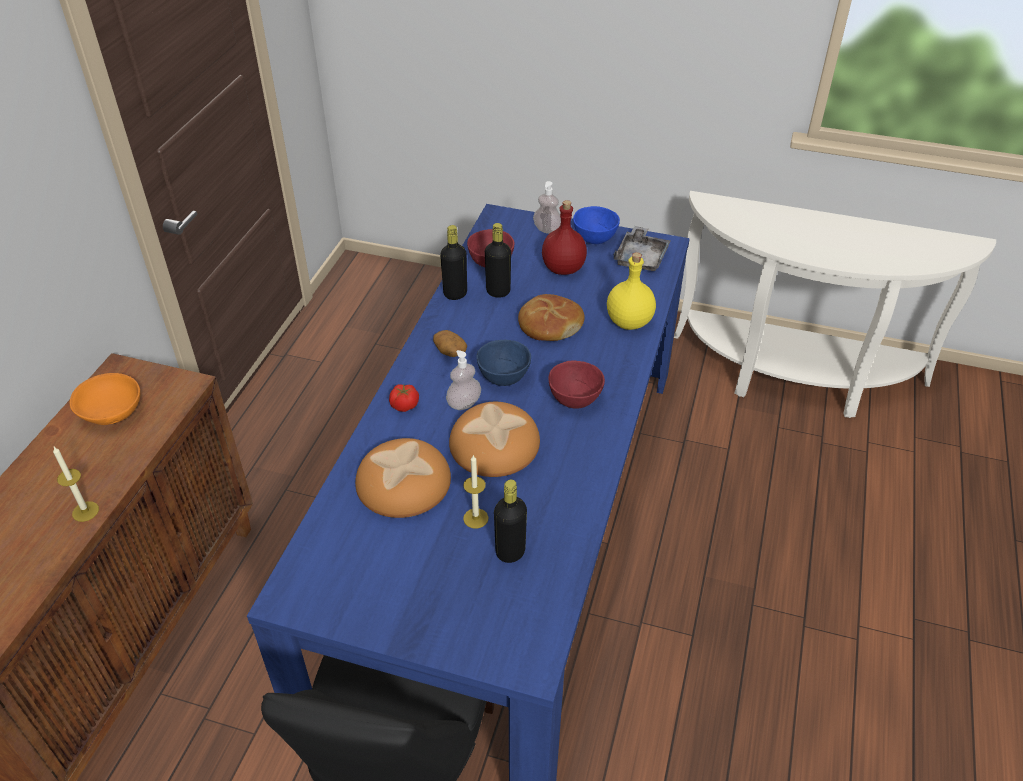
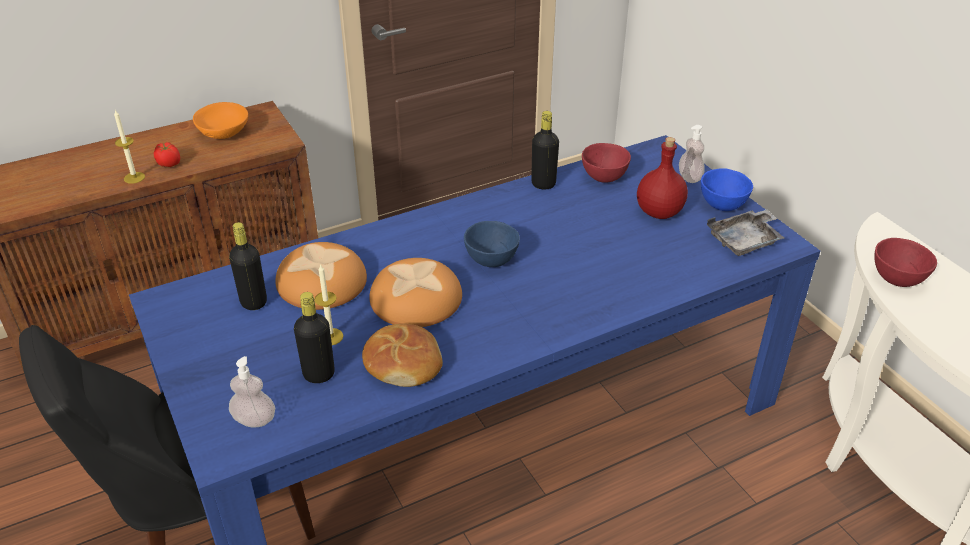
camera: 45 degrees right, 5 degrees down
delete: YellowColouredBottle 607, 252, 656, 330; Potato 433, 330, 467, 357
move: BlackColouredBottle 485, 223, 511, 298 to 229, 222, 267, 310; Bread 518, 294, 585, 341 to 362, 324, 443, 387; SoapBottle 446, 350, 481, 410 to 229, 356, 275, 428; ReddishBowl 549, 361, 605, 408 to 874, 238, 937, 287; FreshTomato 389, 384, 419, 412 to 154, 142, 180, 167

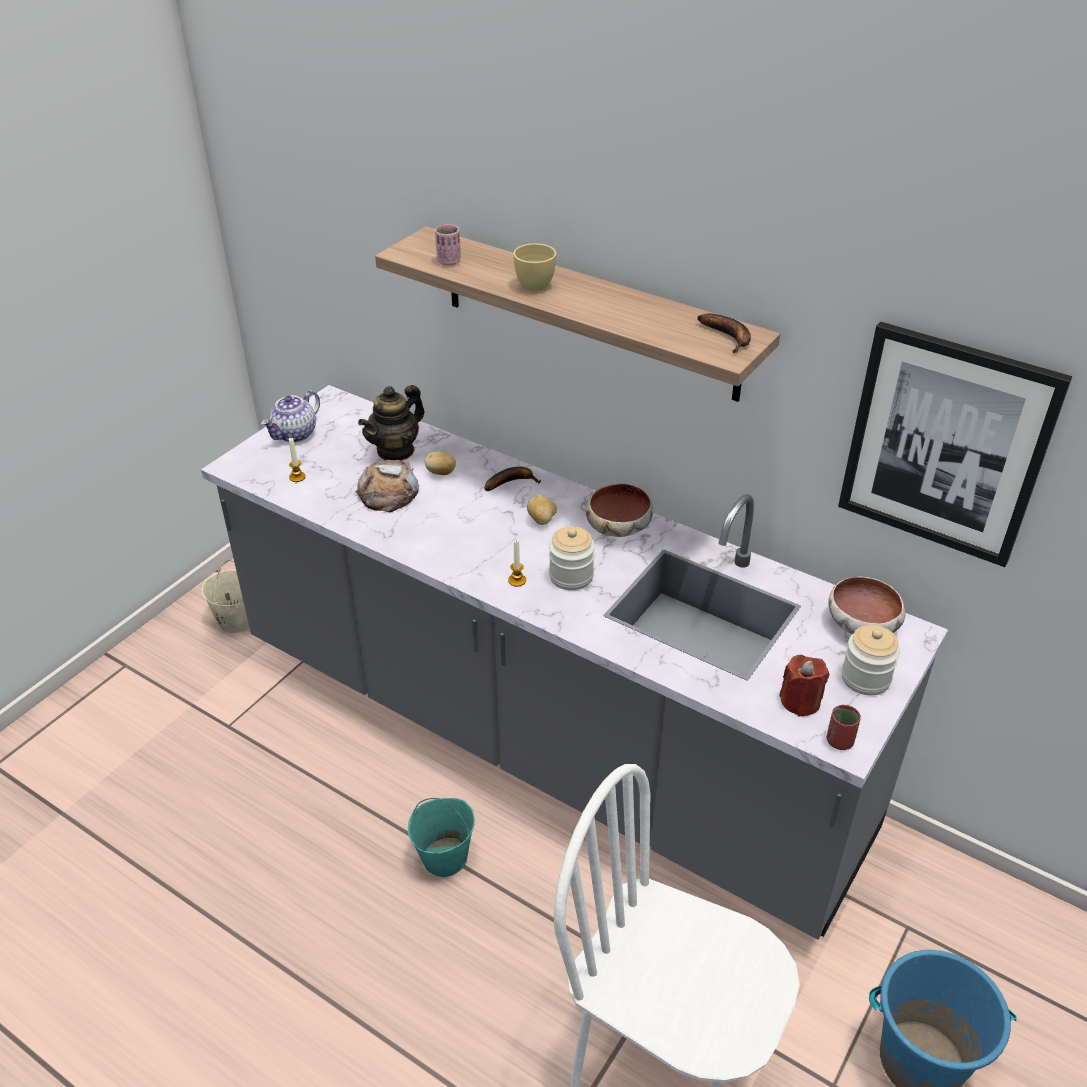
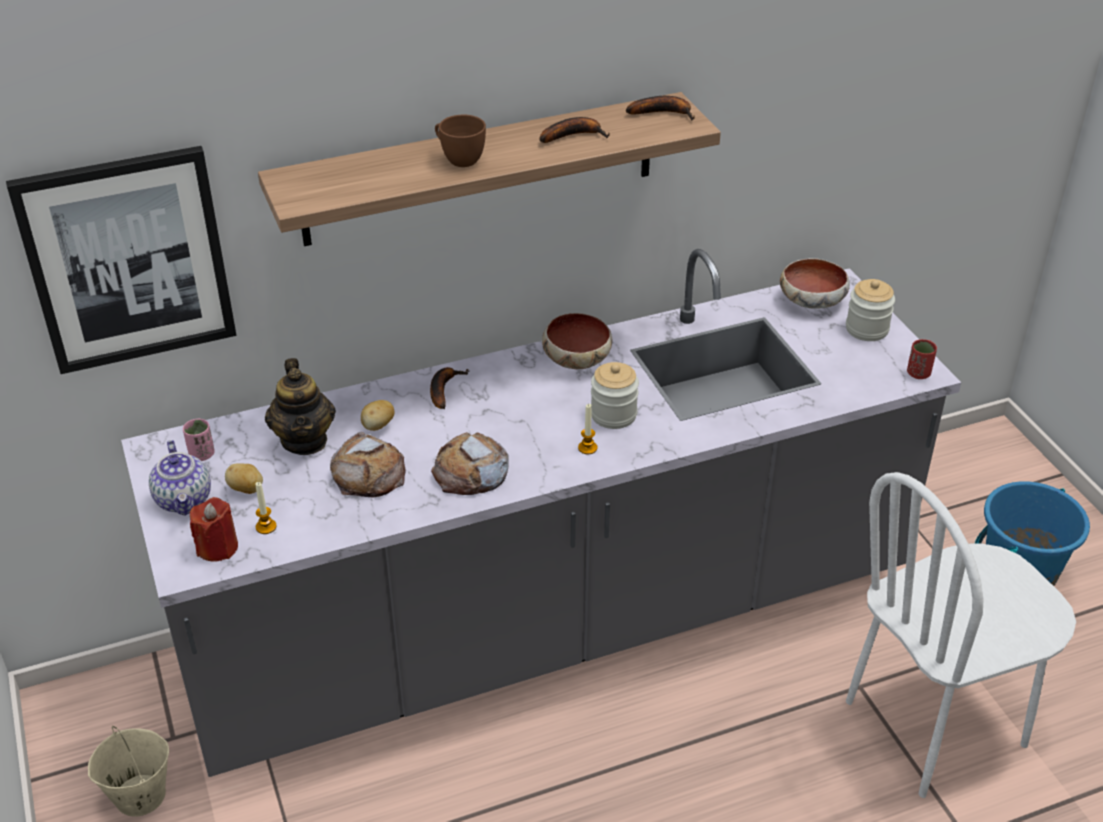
camera: 55 degrees left, 0 degrees up
delete: TurquoiseColouredWaterBucket 408, 798, 475, 877
insert: Banana 540, 117, 610, 143; Bread 431, 432, 509, 495
move: PinkDrinkingCup 435, 224, 461, 266 to 183, 419, 215, 461; WallPicture 838, 322, 1072, 567 to 6, 146, 236, 374; Potato 527, 495, 557, 525 to 225, 463, 263, 494; ReddishWaxLight 779, 655, 829, 717 to 190, 497, 238, 562
recolor: YellowColouredDrinkingCup 513, 243, 556, 291 to BrownishDrinkingCup 435, 115, 486, 167

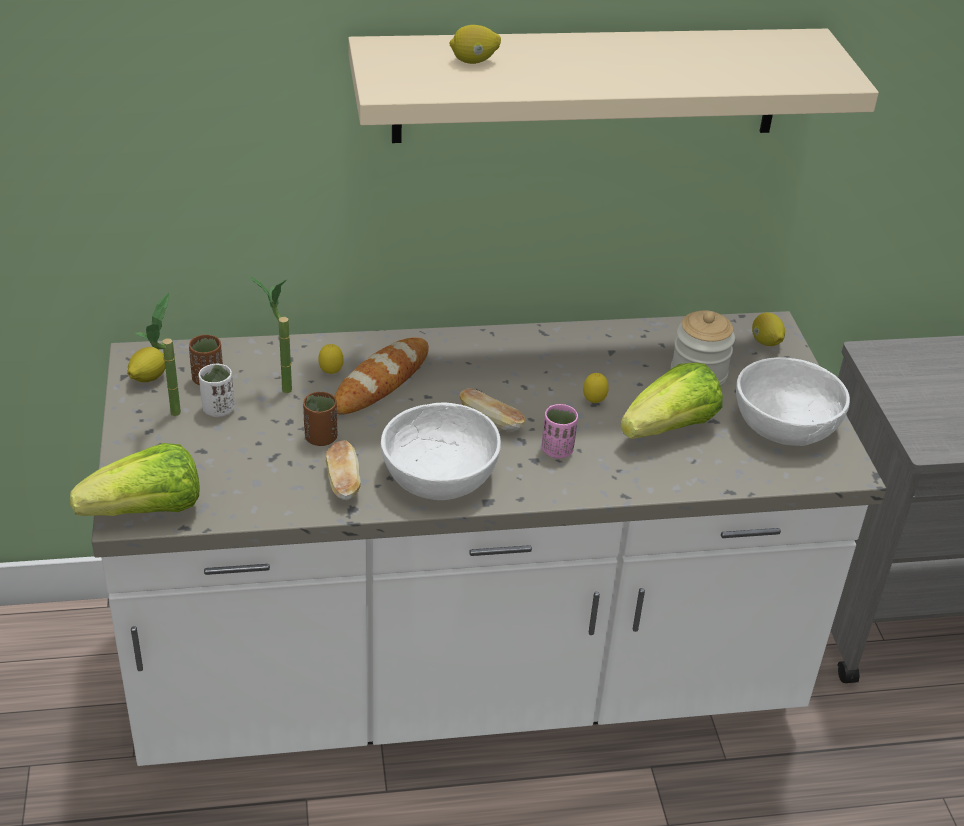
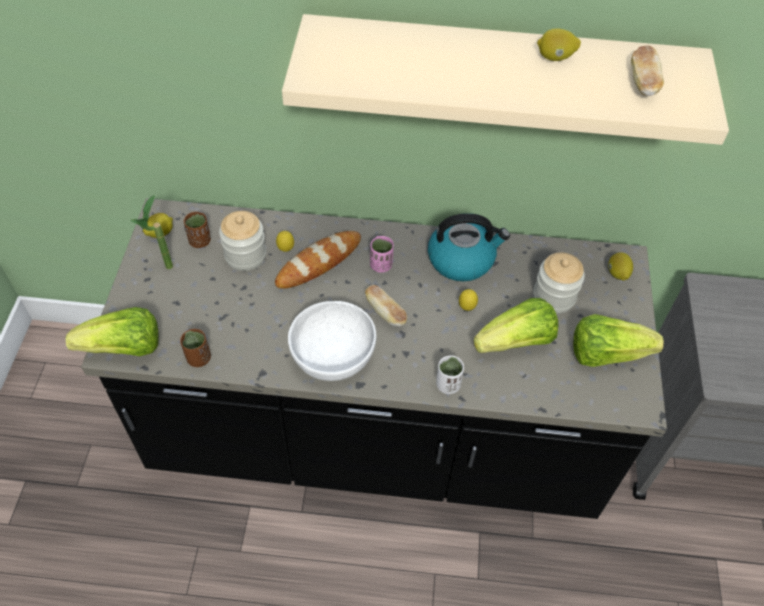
camera: 15 degrees right, 15 degrees up
insert: TeaKettle 428, 213, 510, 281
move: CitrusFruit 449, 25, 501, 64 to 537, 28, 581, 61; WhiteDrinkingCup 199, 364, 235, 417 to 436, 355, 464, 394; BrownishDrinkingCup 303, 392, 337, 446 to 180, 329, 211, 367; PinkDrinkingCup 542, 404, 578, 458 to 370, 236, 394, 272; Bread 326, 440, 361, 500 to 631, 45, 664, 96
replace: PlantInAPot 248, 276, 292, 393 to StorageJar 219, 211, 266, 271; WhiteBowl 736, 357, 850, 446 to LettuceHead 573, 314, 664, 367
recolor: WhiteCounter 92, 311, 886, 766 to BlackColouredCounter 81, 198, 667, 519

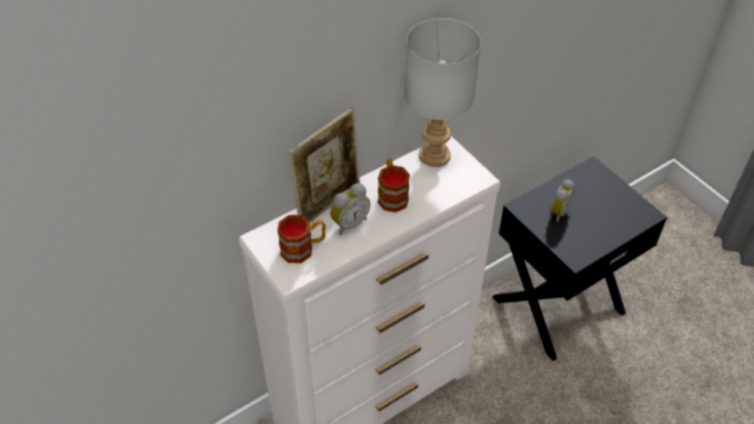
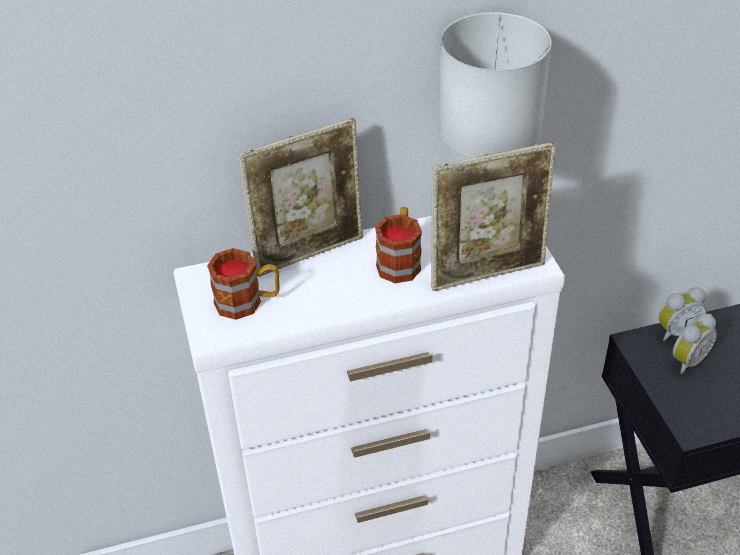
camera: 20 degrees right, 5 degrees down
insert: StandingFrame 431, 142, 556, 291
move: BedsideClock 330, 183, 370, 235 to 658, 287, 707, 341

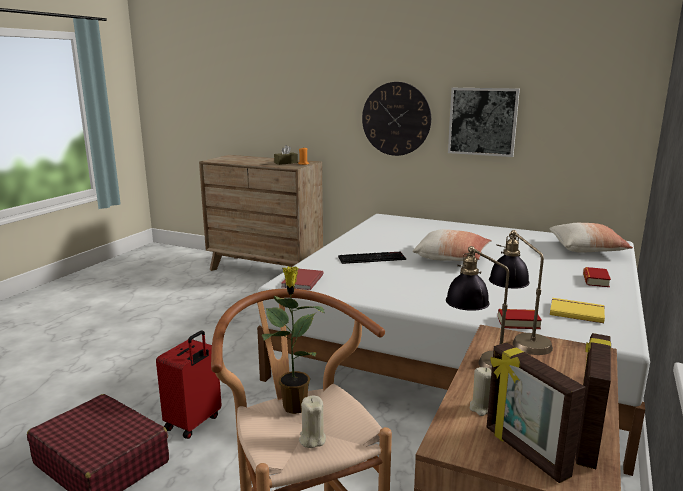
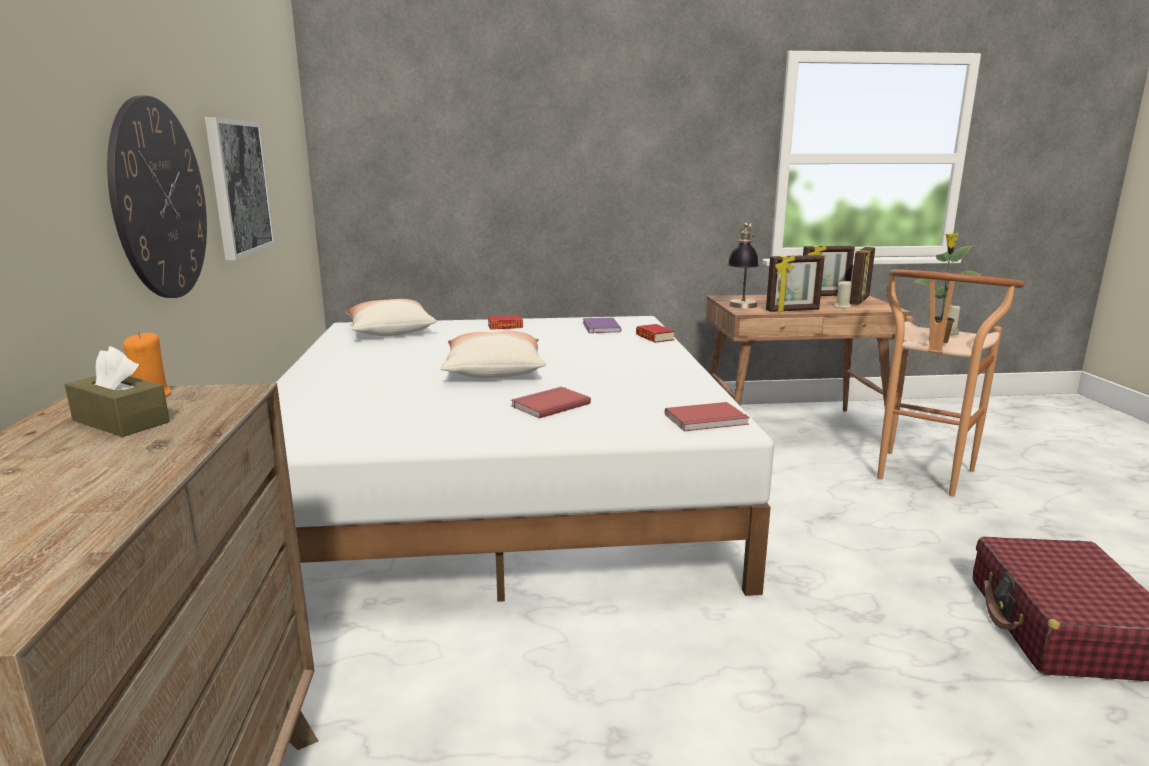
camera: 120 degrees left, 0 degrees up
delete: ReddishTravelCase 156, 330, 222, 439
replace: TableLamp 446, 246, 509, 370 to StandingFrame 766, 255, 825, 312; ComputerKeyboard 338, 252, 406, 264 to ReddishBook 511, 387, 591, 418
recolor: YellowColouredBook 550, 298, 605, 323 to PurpleBook 583, 318, 621, 333

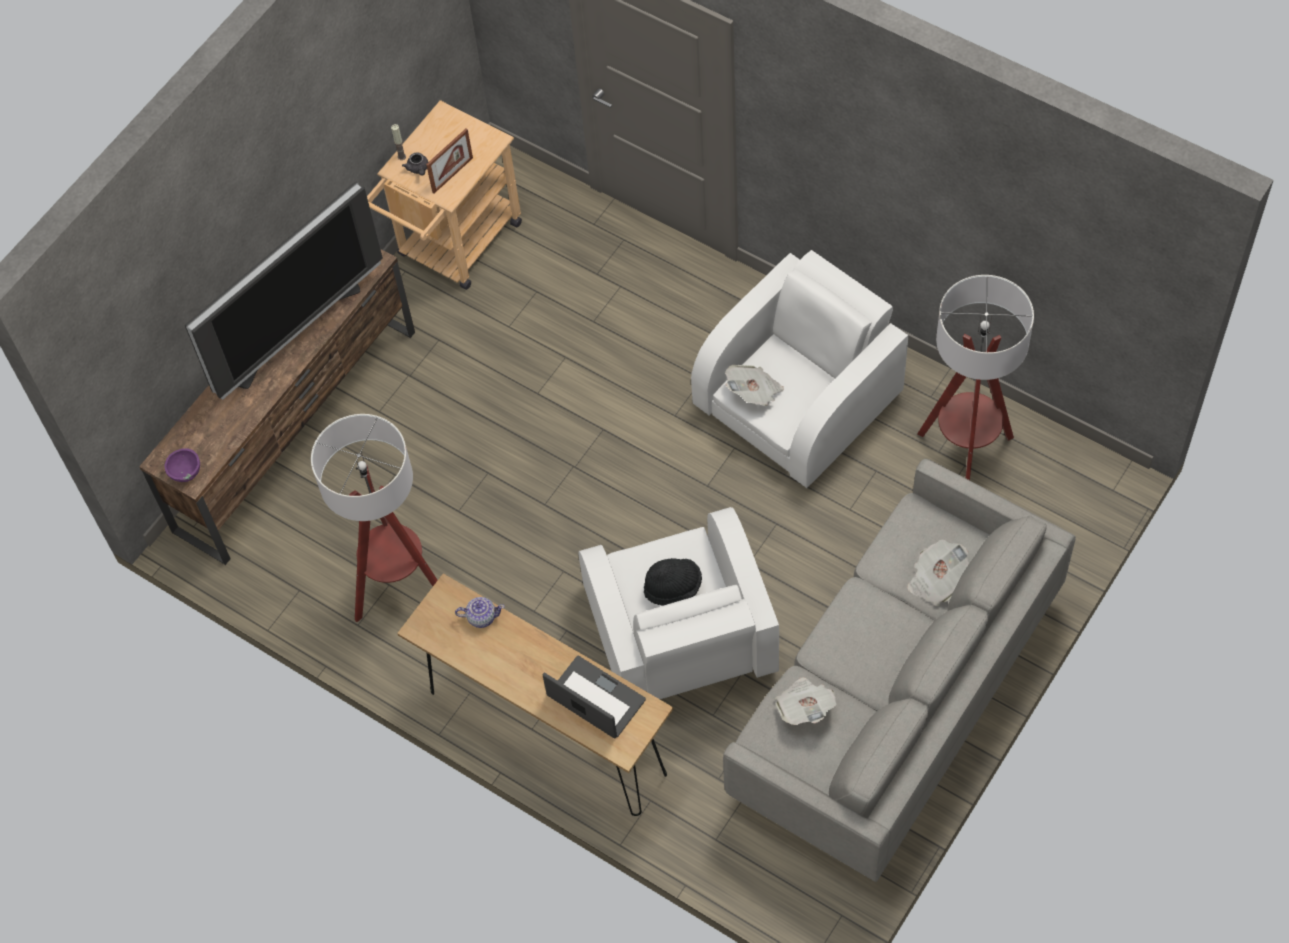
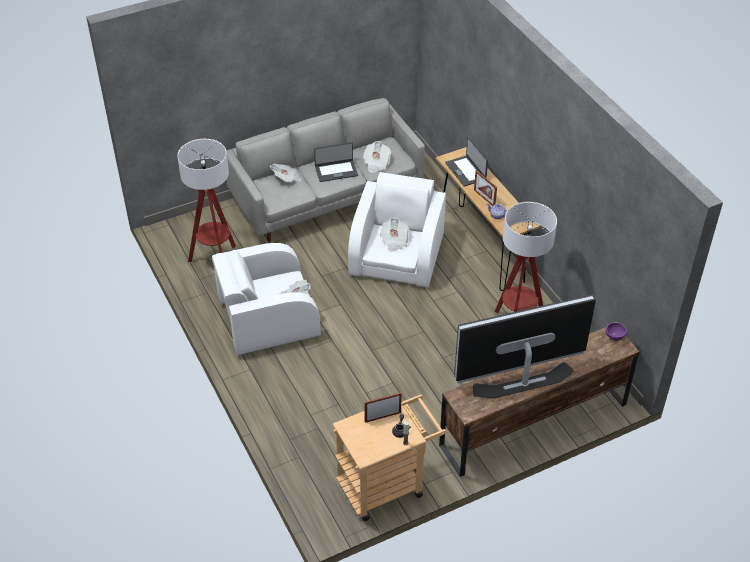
camera: 155 degrees left, 15 degrees down
insert: PortableComputer 314, 142, 358, 182; StandingFrame 474, 170, 497, 206
replace: BlackColouredHat 644, 558, 702, 606 to PrintedPaper 380, 218, 409, 252

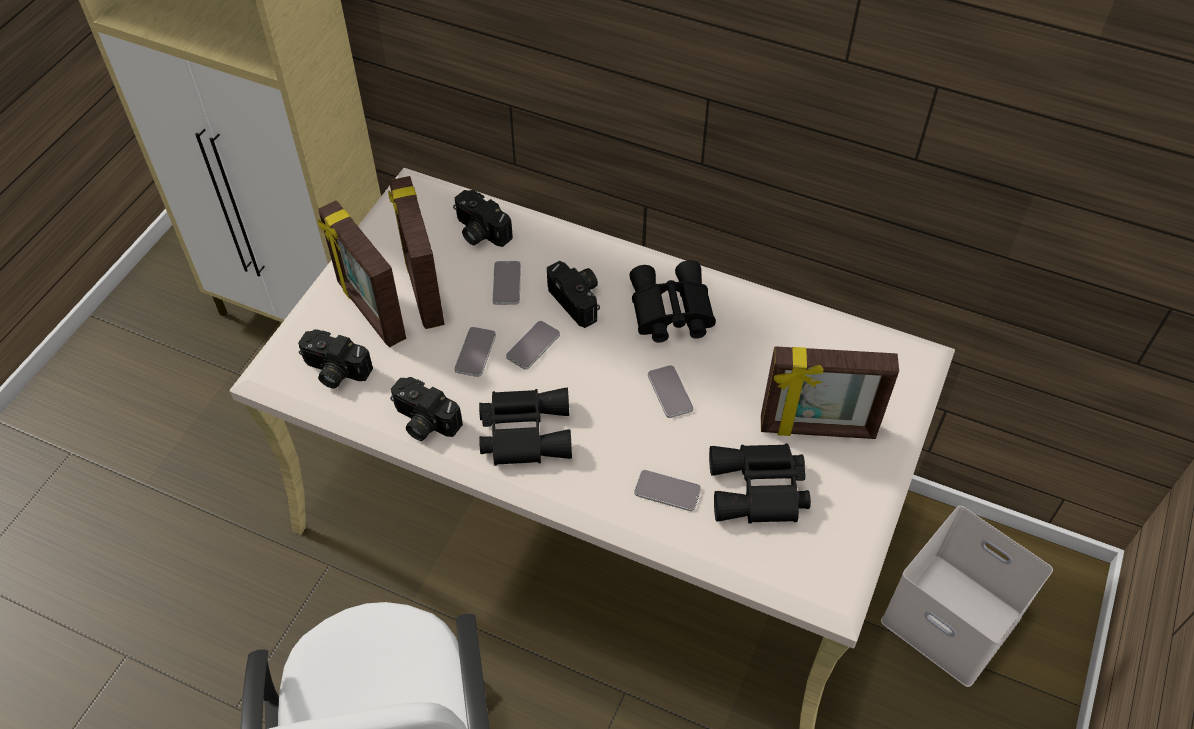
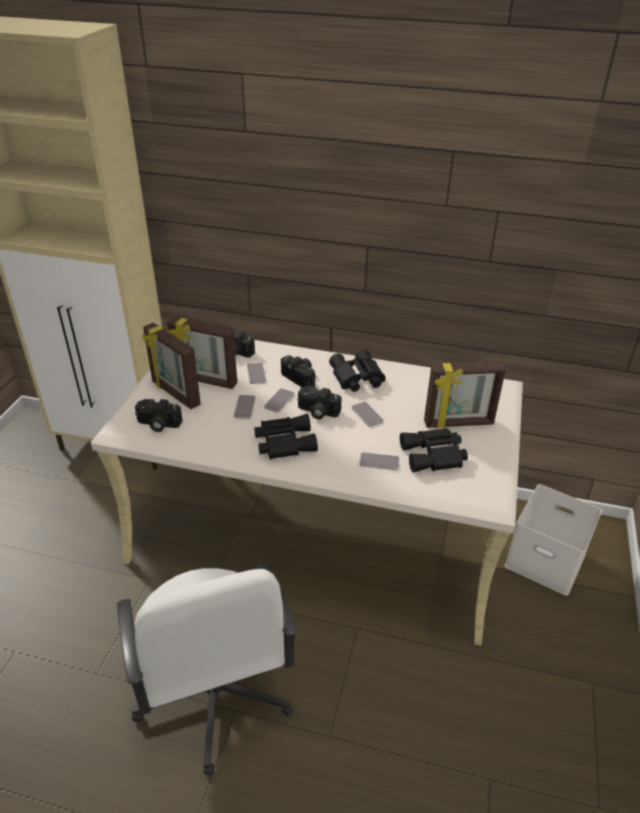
camera: 10 degrees left, 15 degrees down
move: StillCamera 390, 377, 463, 441 to 297, 386, 342, 419
rotate: StandingFrame 388, 176, 444, 329 = 167, 317, 237, 389 45 degrees counterclockwise

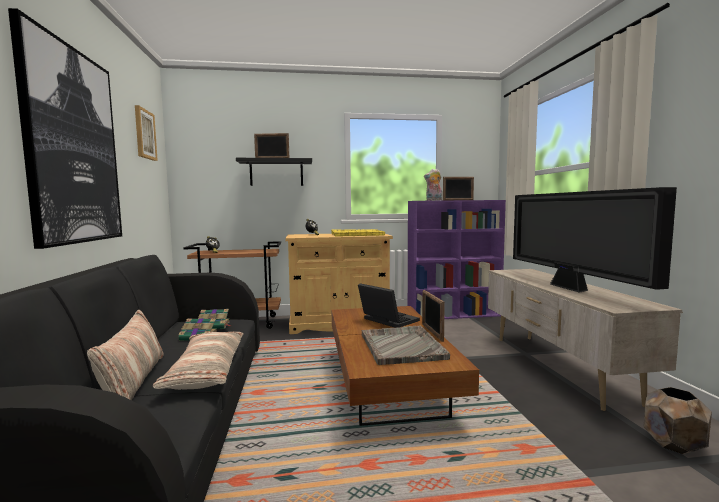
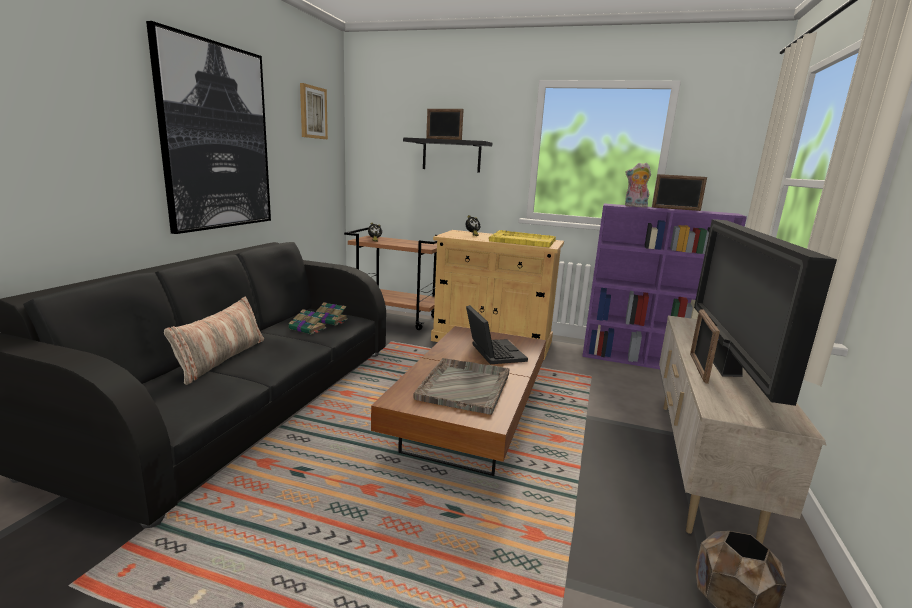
camera: 25 degrees right, 10 degrees up
delete: Pillow 153, 332, 244, 390
move: StandingFrame 422, 290, 445, 342 to 690, 309, 720, 384

